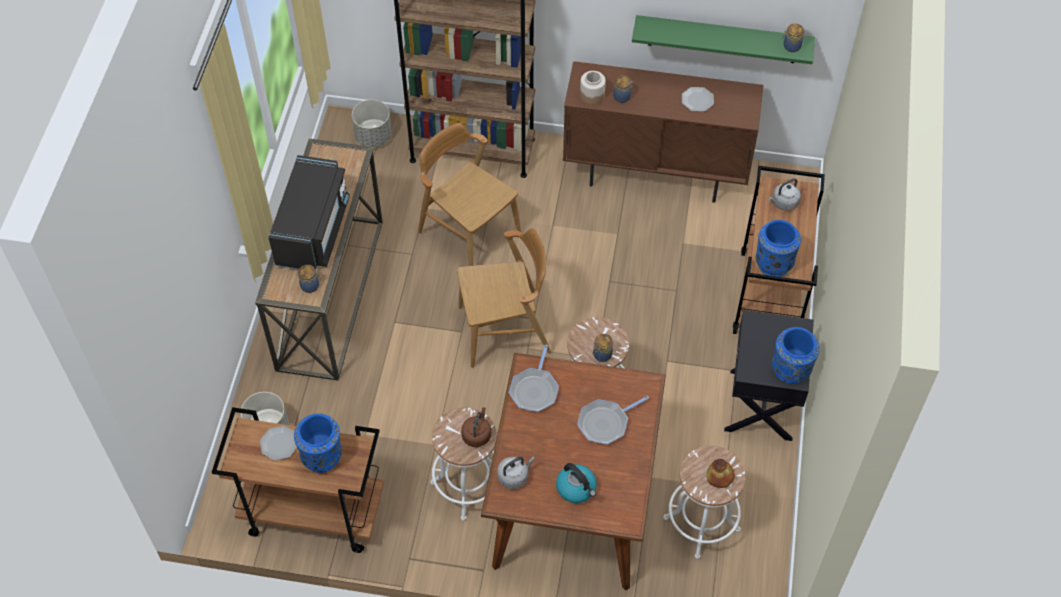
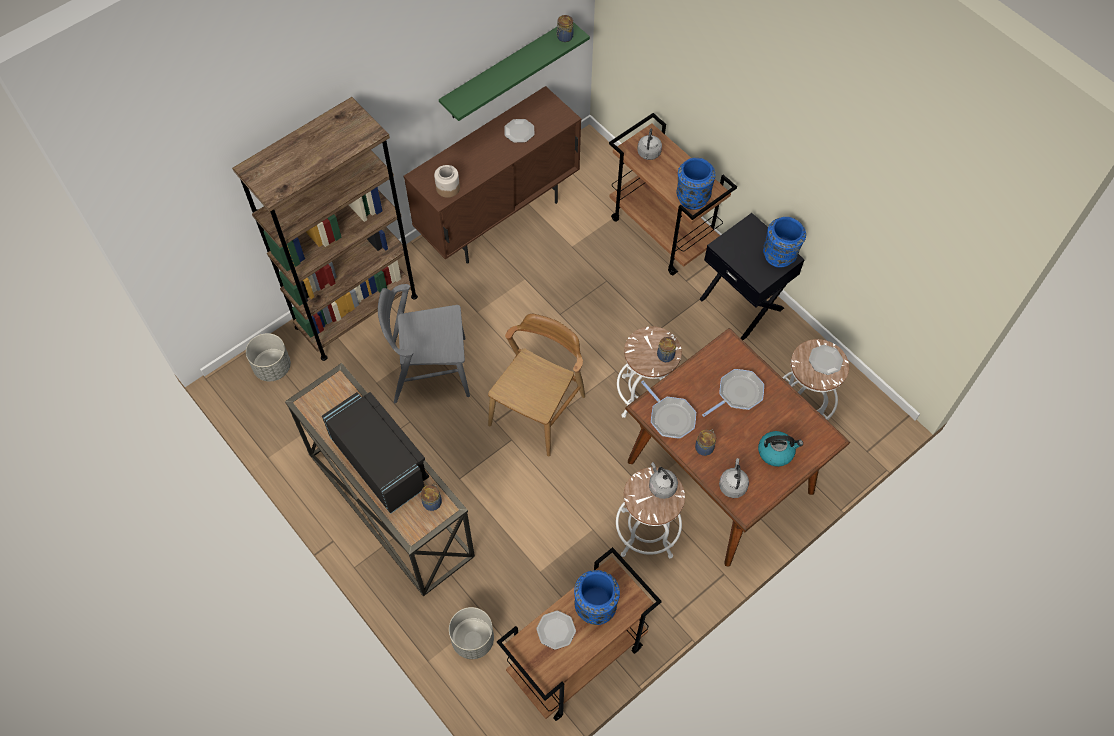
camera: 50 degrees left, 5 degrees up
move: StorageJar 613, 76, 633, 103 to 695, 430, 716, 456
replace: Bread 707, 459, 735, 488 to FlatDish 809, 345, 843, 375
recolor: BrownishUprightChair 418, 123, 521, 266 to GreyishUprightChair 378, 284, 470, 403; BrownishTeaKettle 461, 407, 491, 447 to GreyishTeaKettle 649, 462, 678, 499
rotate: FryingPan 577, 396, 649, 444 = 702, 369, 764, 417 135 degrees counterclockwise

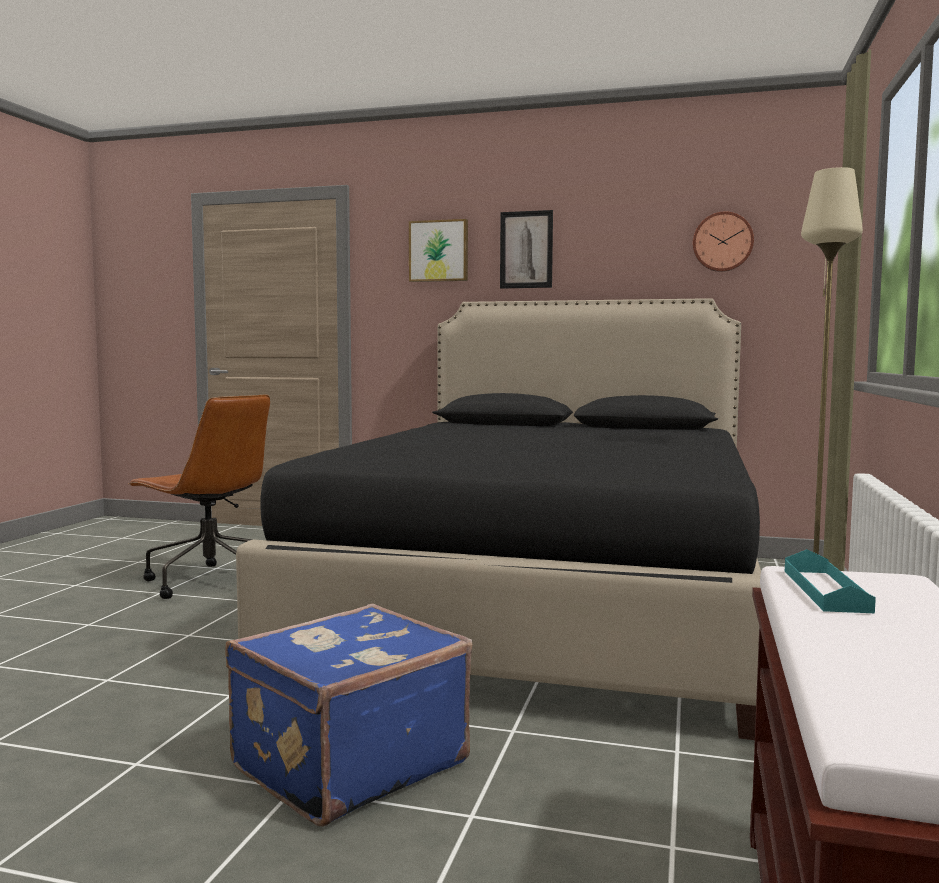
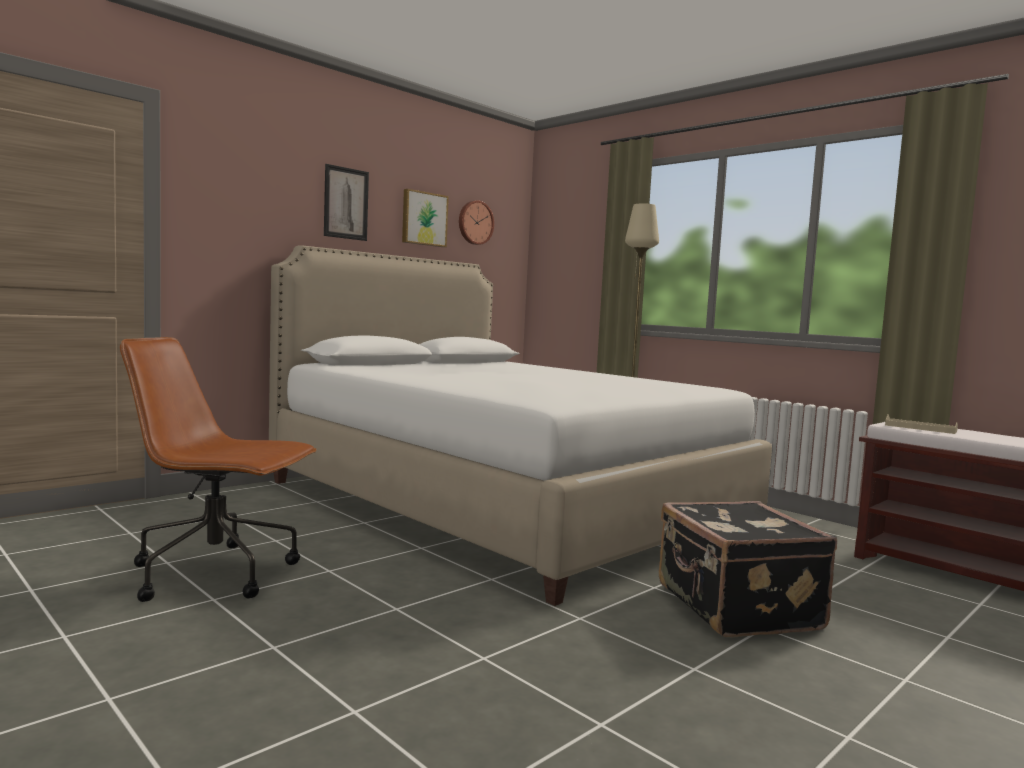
camera: 60 degrees left, 0 degrees up
move: WallPicture 409, 219, 468, 282 to 402, 189, 449, 247
recolor: BlackColouredBedroomBed 236, 298, 761, 740 to WhiteBedroomBed 269, 245, 772, 606; TurquoiseColouredTray 785, 549, 876, 613 to BeigeTray 885, 414, 958, 434; BlueTravelCase 226, 603, 473, 827 to BlackColouredTravelCase 659, 501, 837, 637
rotate: BrownishOfficeChair 128, 395, 270, 599 = 120, 337, 317, 602 150 degrees counterclockwise

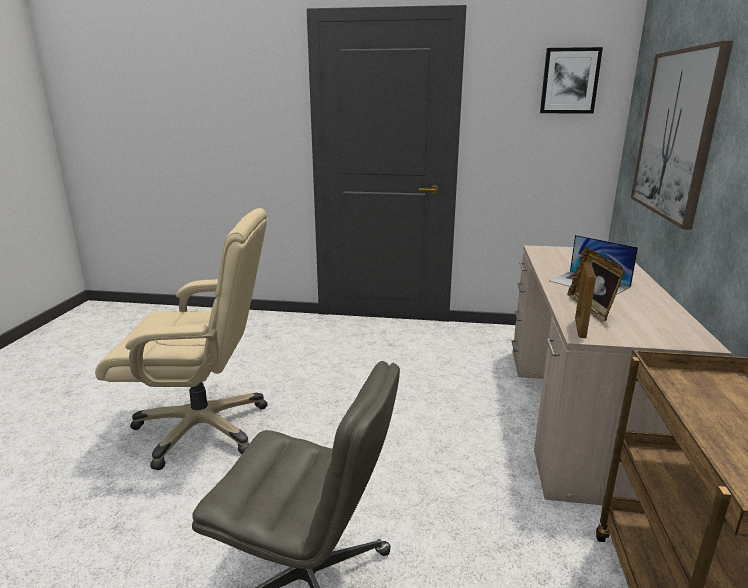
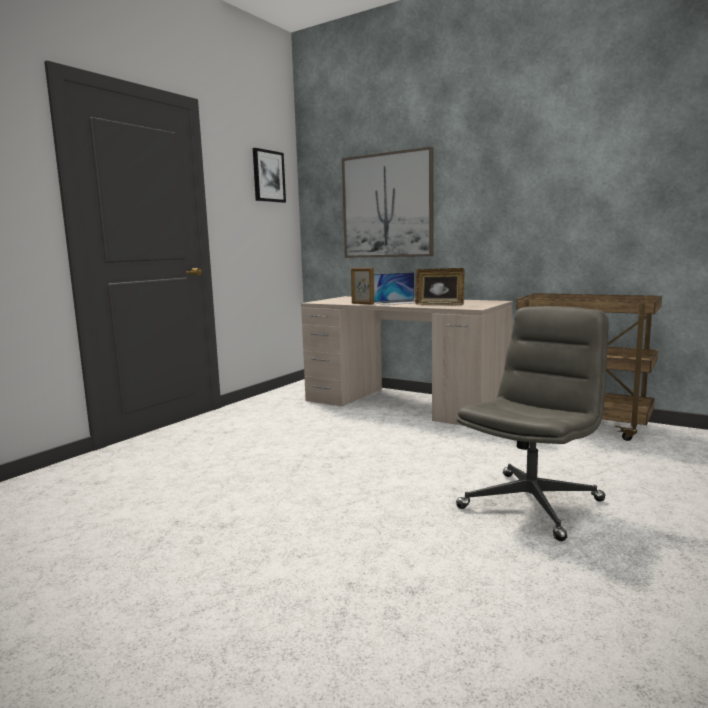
camera: 65 degrees left, 10 degrees down
delete: BeigeOfficeChair 95, 208, 267, 470
move: StandingFrame 575, 262, 596, 338 to 351, 268, 374, 305

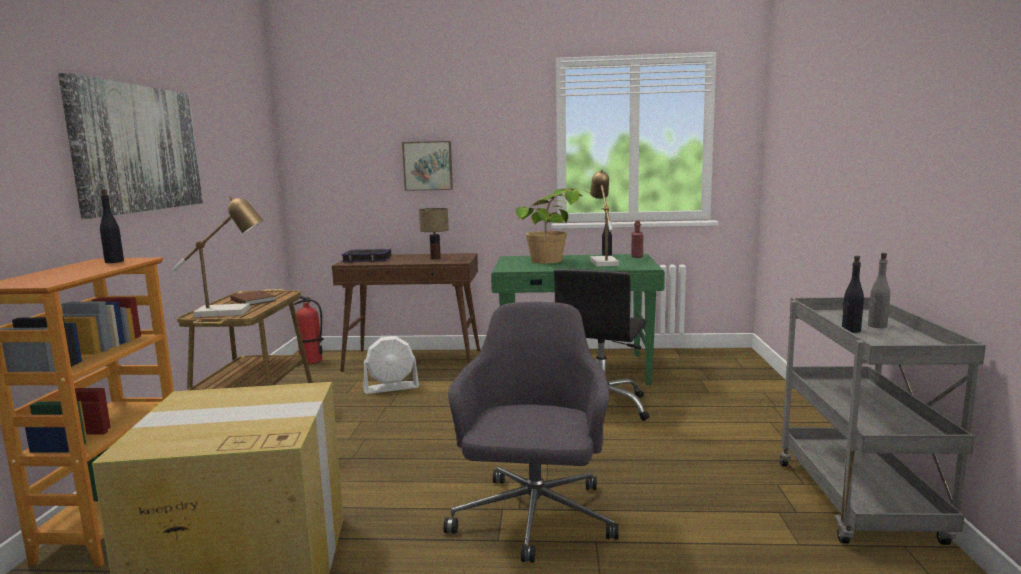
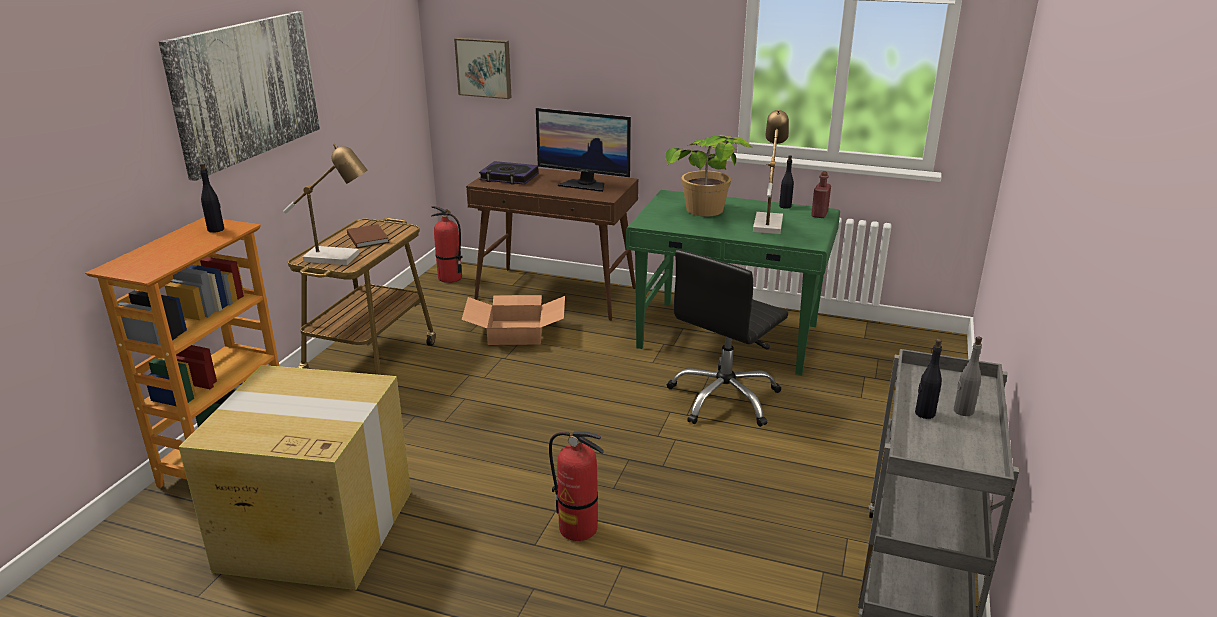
camera: 15 degrees right, 15 degrees up
move: WallPicture 402, 141, 453, 191 to 454, 38, 512, 99
replace: TableLamp 419, 208, 449, 259 to Monitor 536, 108, 631, 192; GreyishOfficeChair 443, 302, 619, 563 to FireFightingCylinder 549, 431, 604, 541; WhiteFan 363, 336, 419, 394 to PackingBox 461, 295, 565, 345

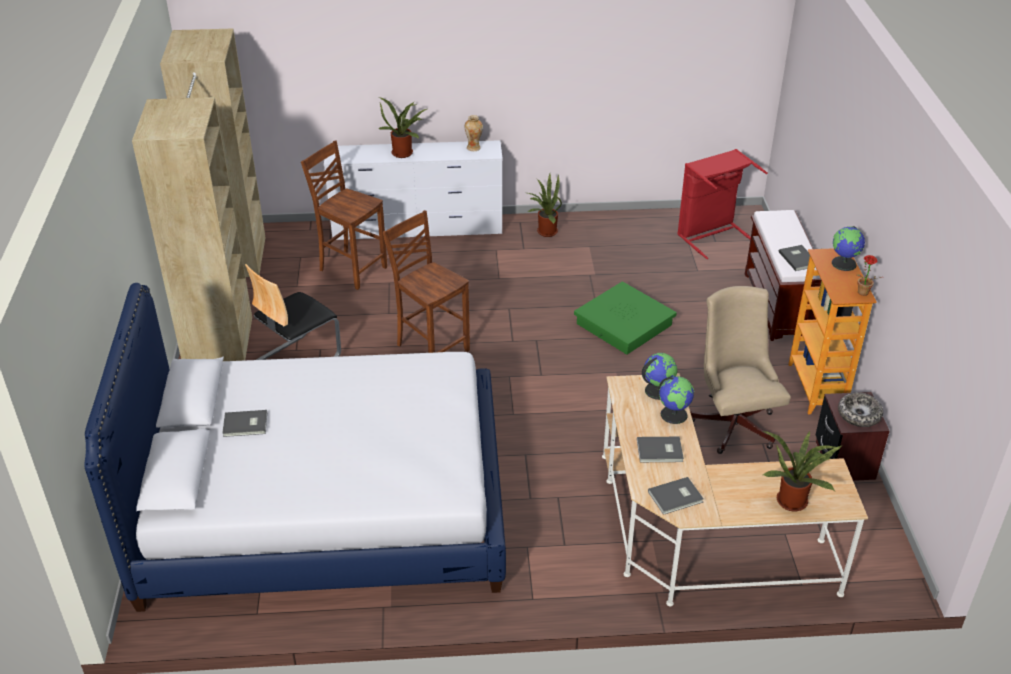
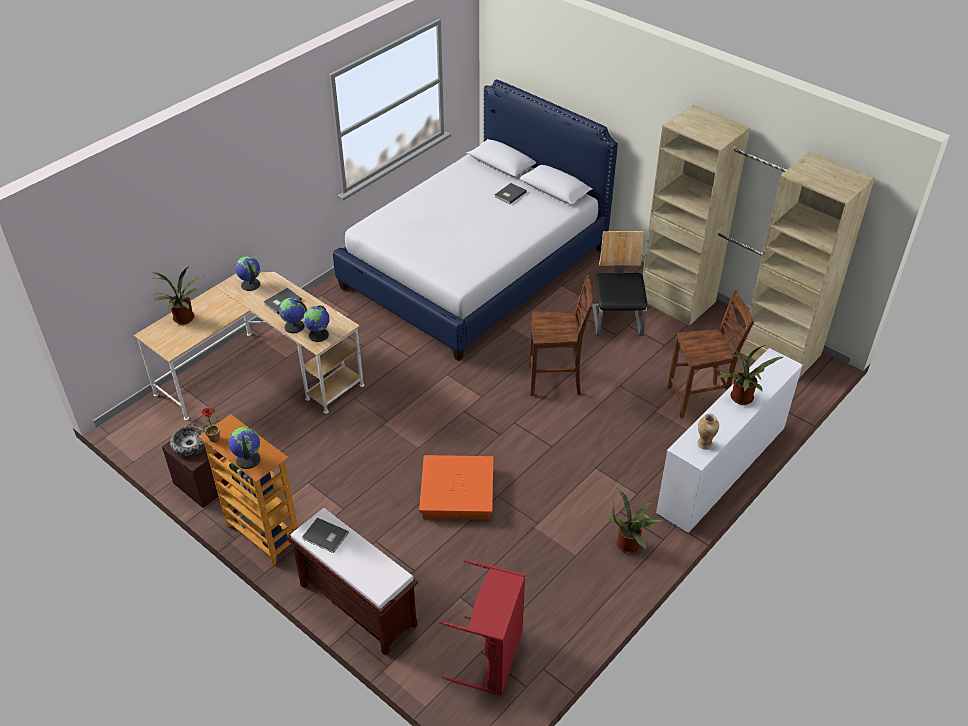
camera: 135 degrees right, 5 degrees up
delete: BeigeOfficeChair 690, 286, 791, 454
replace: GreyishBook 648, 477, 704, 515 to DeskGlobe 235, 256, 260, 291
recolor: GreenStorageBin 574, 281, 677, 355 to OrangeColouredStorageBin 419, 455, 493, 520

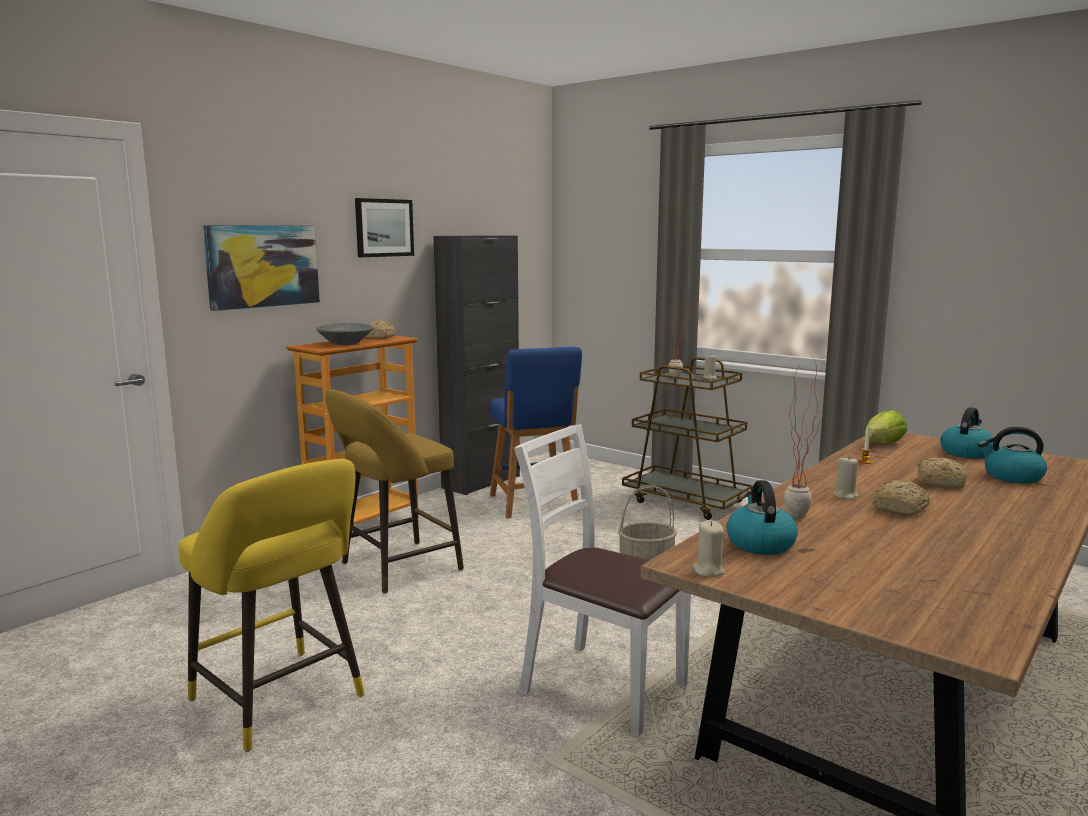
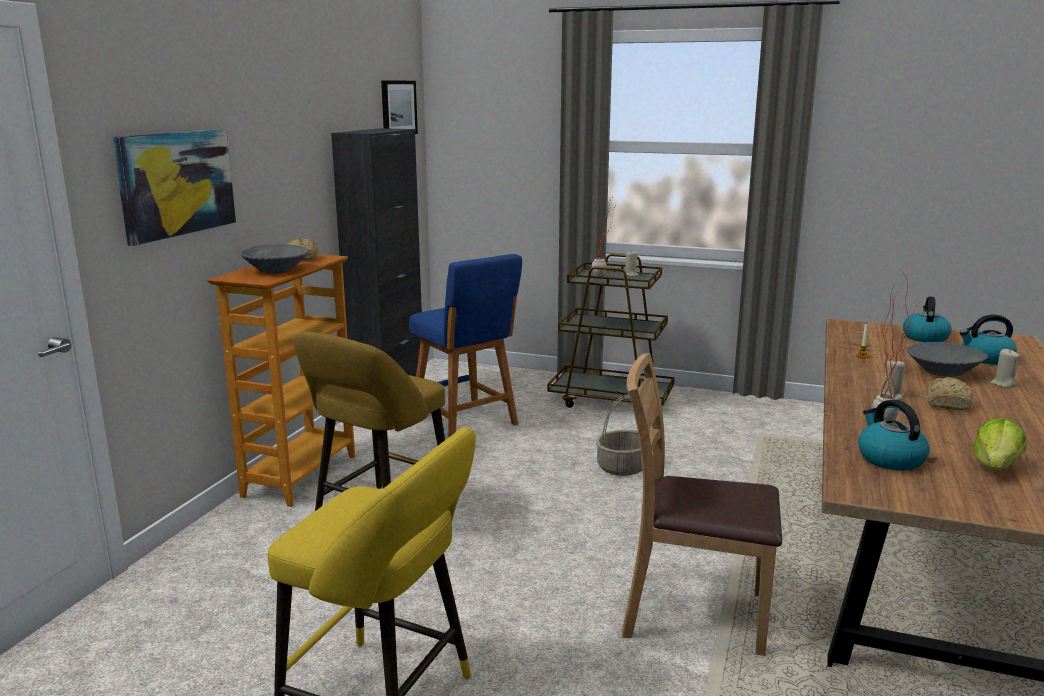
camera: 20 degrees left, 5 degrees up
move: WallPicture 355, 198, 414, 257 to 381, 80, 418, 134; LettuceHead 865, 410, 907, 443 to 973, 418, 1026, 470; BeigeWaxLight 692, 520, 725, 577 to 990, 349, 1020, 388
replace: Bread 918, 458, 967, 488 to GreyishBowl 907, 342, 988, 377
recolor: WhiteUprightChair 514, 424, 691, 736 to BrownishUprightChair 622, 353, 782, 656

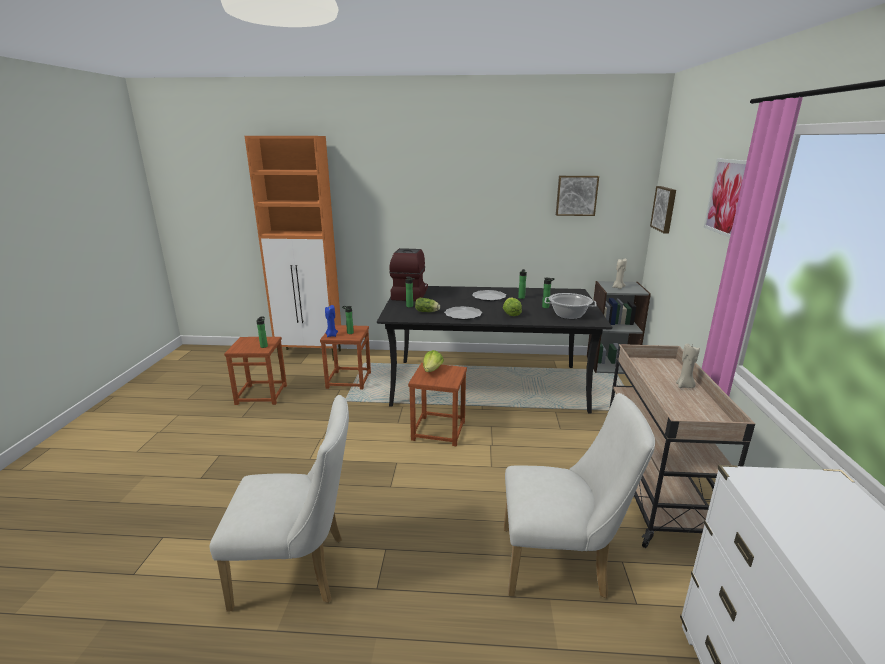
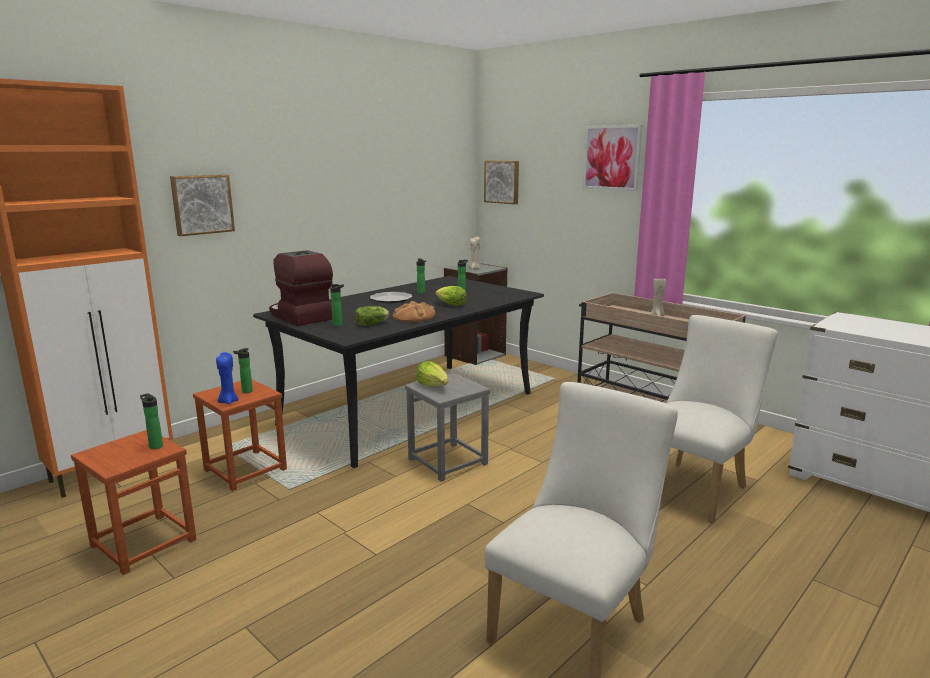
camera: 50 degrees left, 5 degrees down
delete: Saucepot 545, 293, 597, 319
move: WallPicture 556, 176, 599, 216 to 170, 175, 235, 236
replace: FlatDish 444, 306, 482, 320 to Bread 393, 301, 435, 322
recolor: BrownishStool 408, 363, 467, 446 to GreyishStool 405, 373, 490, 481

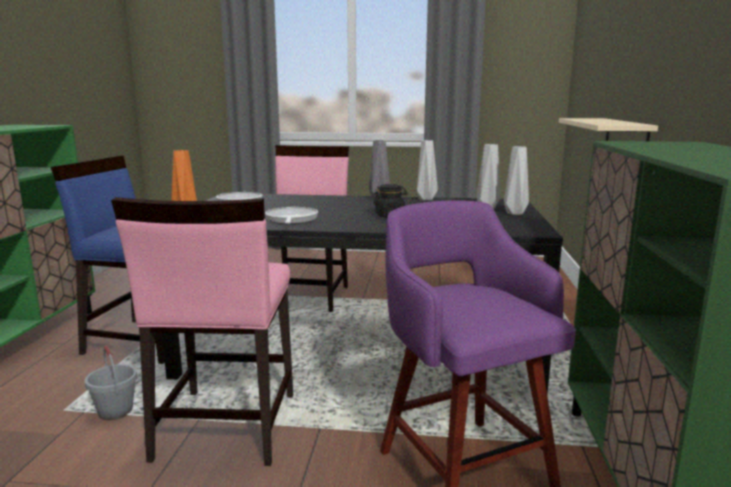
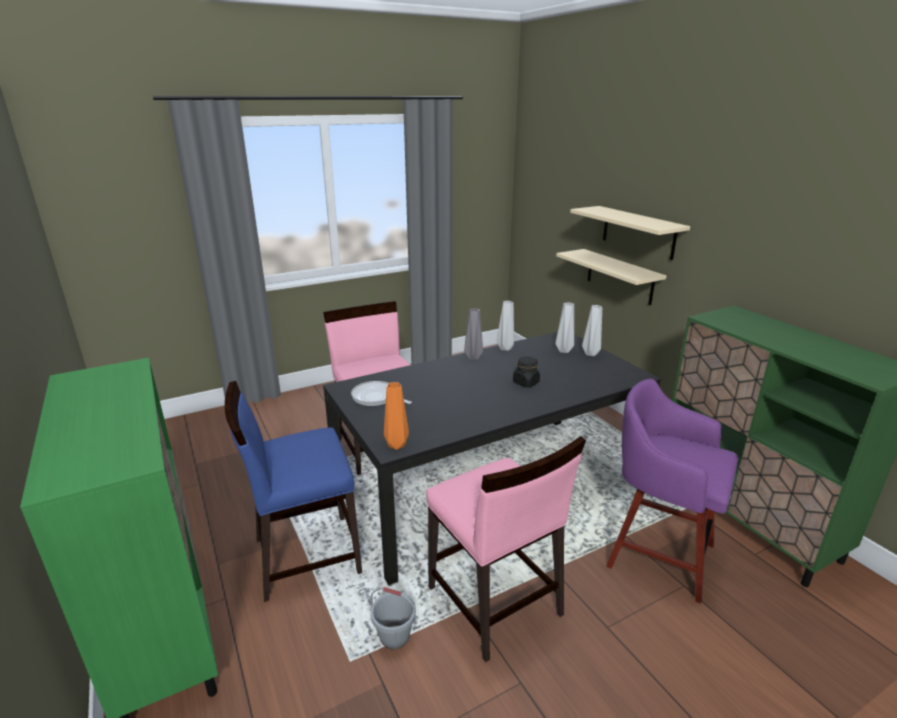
camera: 35 degrees left, 10 degrees up
delete: FryingPan 265, 207, 318, 224
insert: BeigeShelf 570, 206, 690, 260

